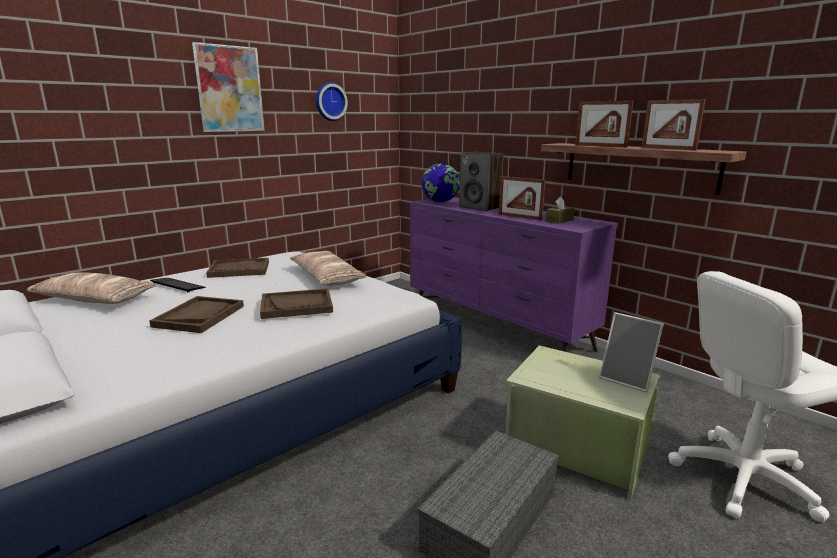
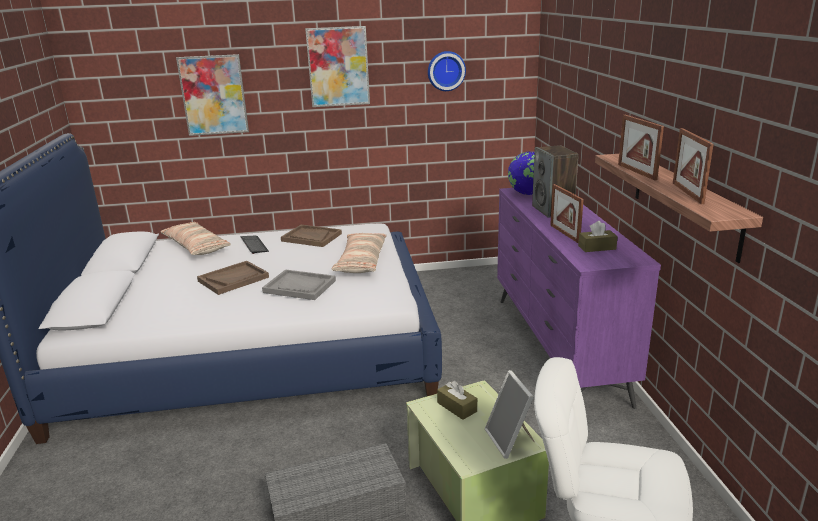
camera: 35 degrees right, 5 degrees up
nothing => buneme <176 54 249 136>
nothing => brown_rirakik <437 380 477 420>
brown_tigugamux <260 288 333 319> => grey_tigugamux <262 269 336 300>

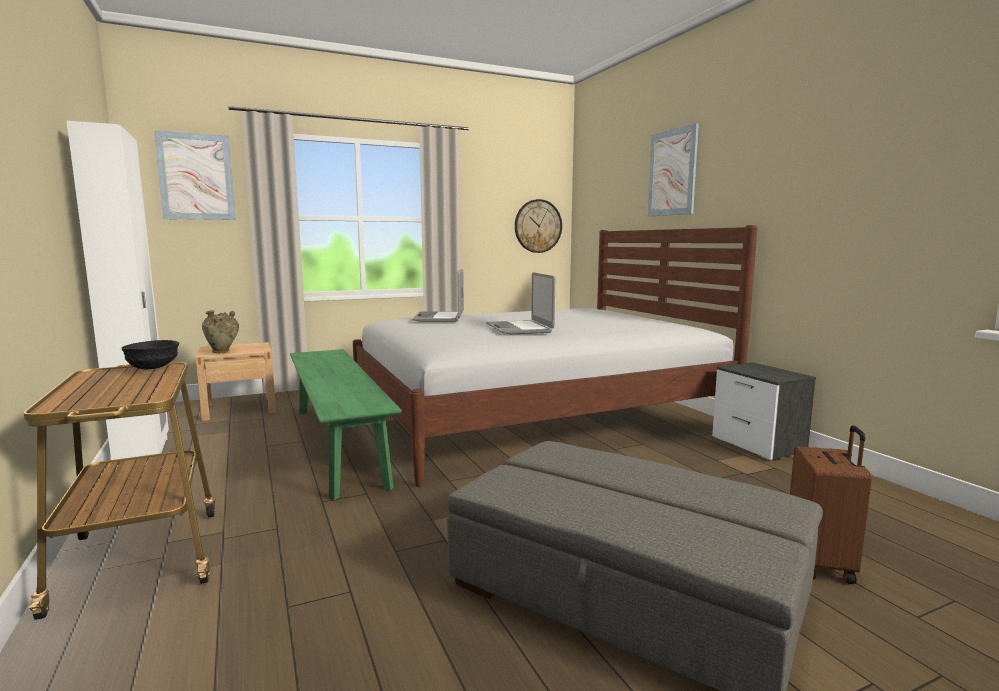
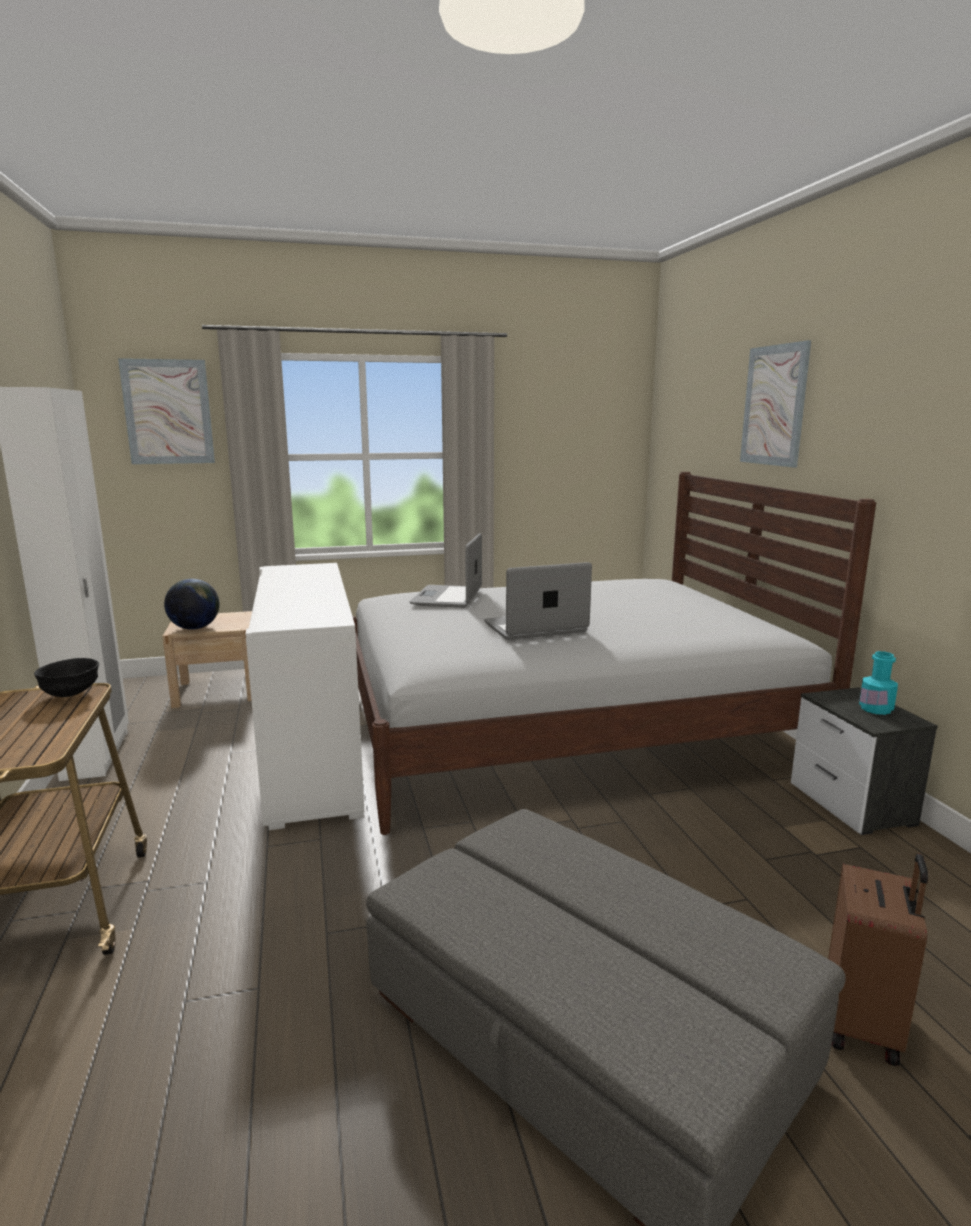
camera: 10 degrees right, 5 degrees up
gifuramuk <515 199 562 253> => nothing
nothing => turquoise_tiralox <859 651 898 715>
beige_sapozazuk <202 310 239 353> => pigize <164 579 220 630>
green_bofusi <290 349 401 500> => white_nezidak <245 563 365 830>
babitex <486 272 555 334> => babitex <484 562 592 640>, 75 degrees clockwise

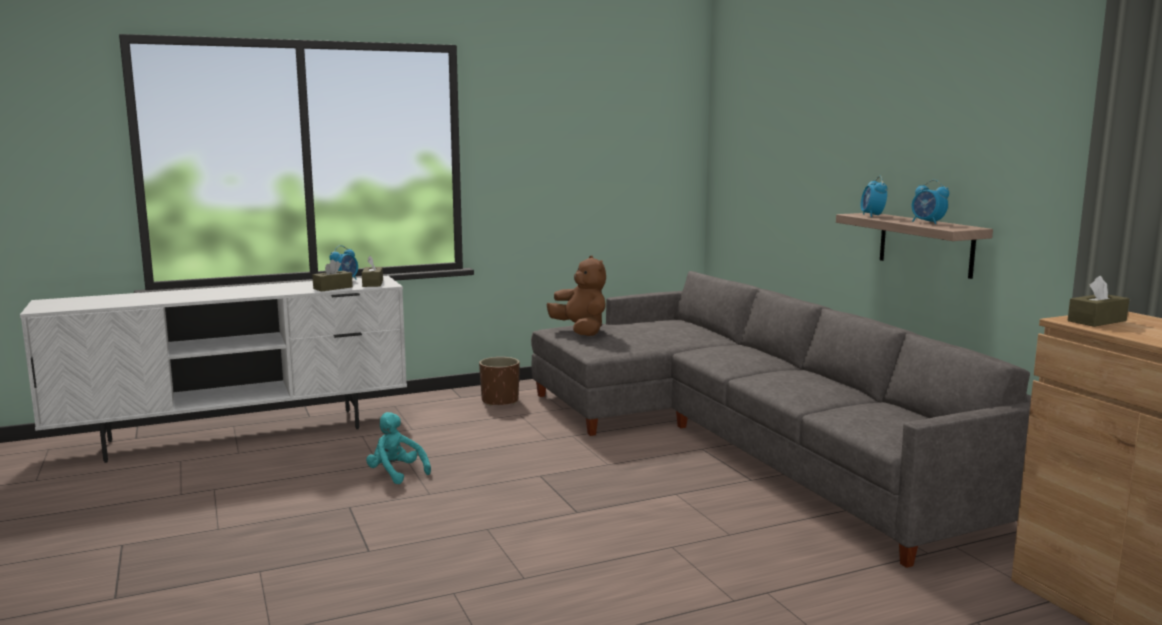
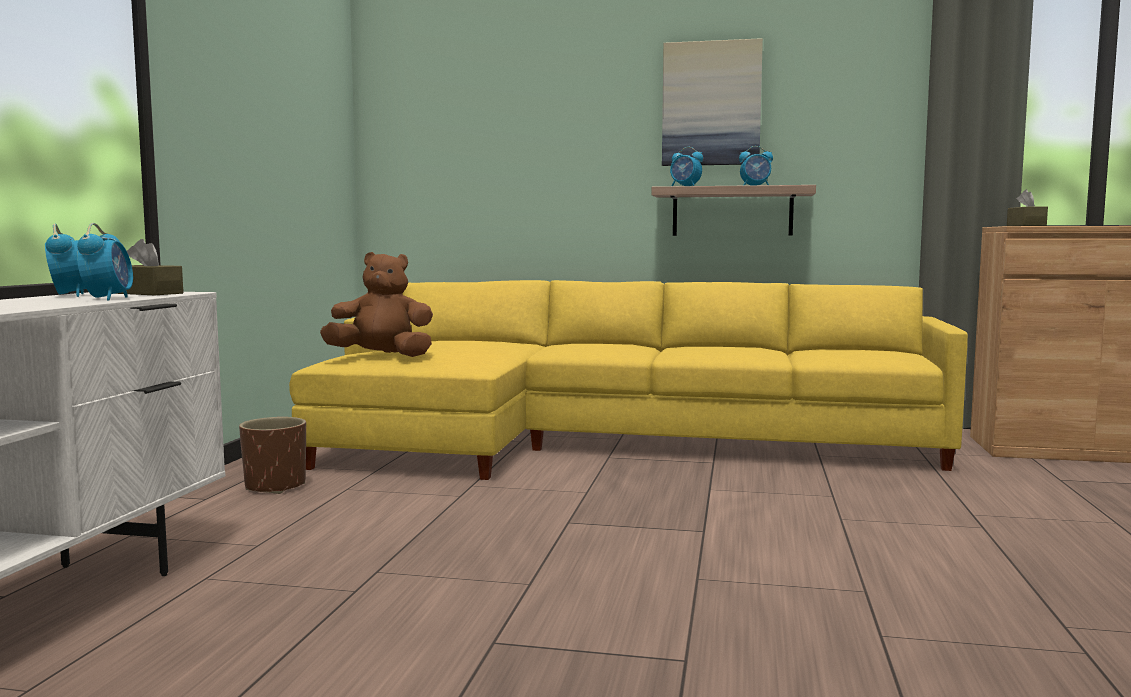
camera: 55 degrees left, 5 degrees down
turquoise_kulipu <366 412 431 484> => nothing
nothing => buneme <662 38 763 166>
brown_rirakik <312 259 353 292> => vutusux <77 223 133 301>
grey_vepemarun <531 271 1031 568> => yellow_vepemarun <289 280 968 480>

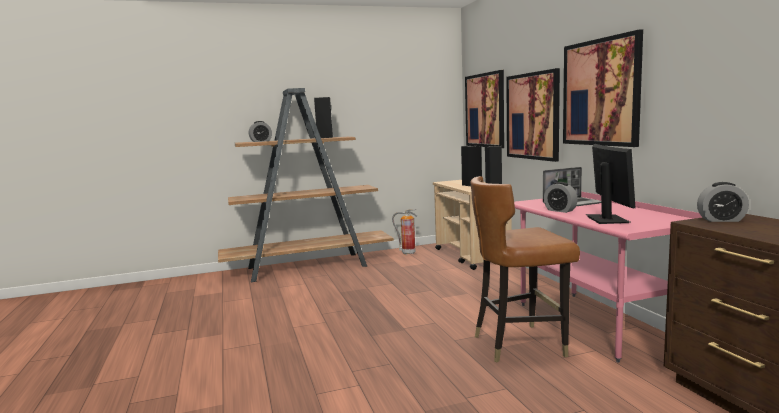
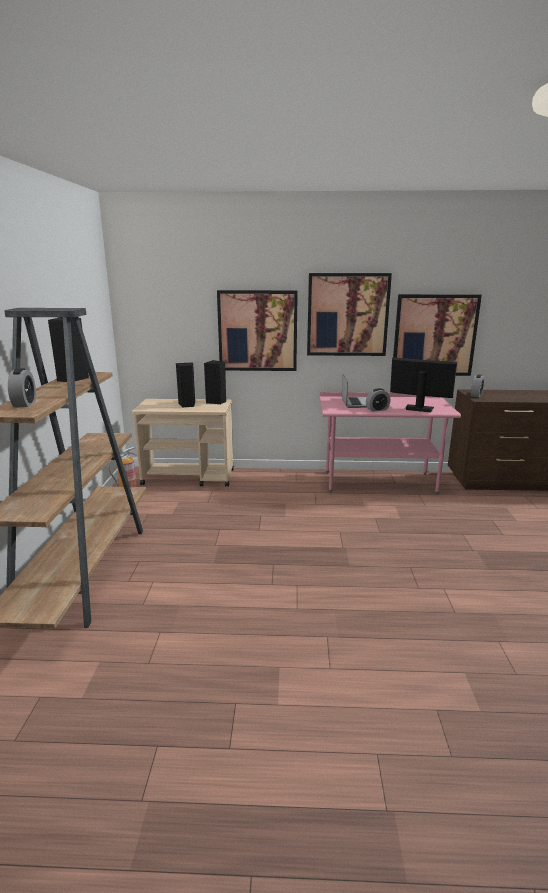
camera: 70 degrees left, 10 degrees up
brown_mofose <470 176 580 362> => nothing
buneme <465 70 504 148> => buneme <393 294 482 376>, shifted

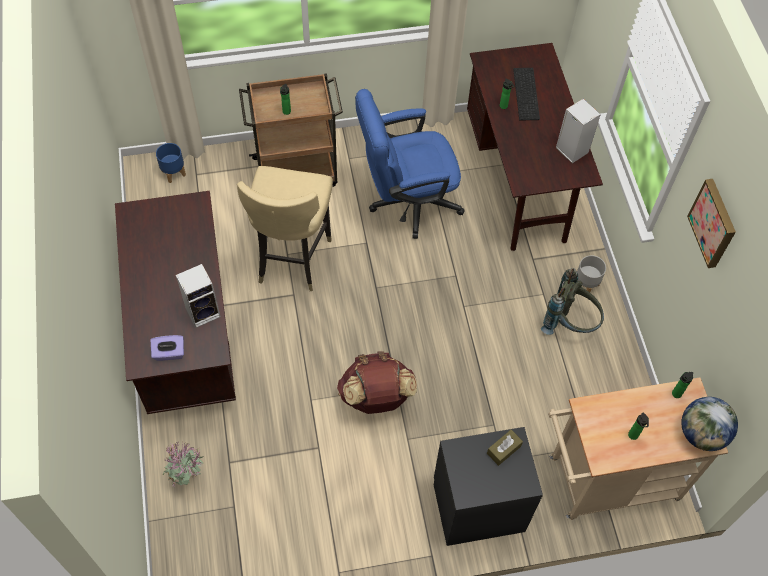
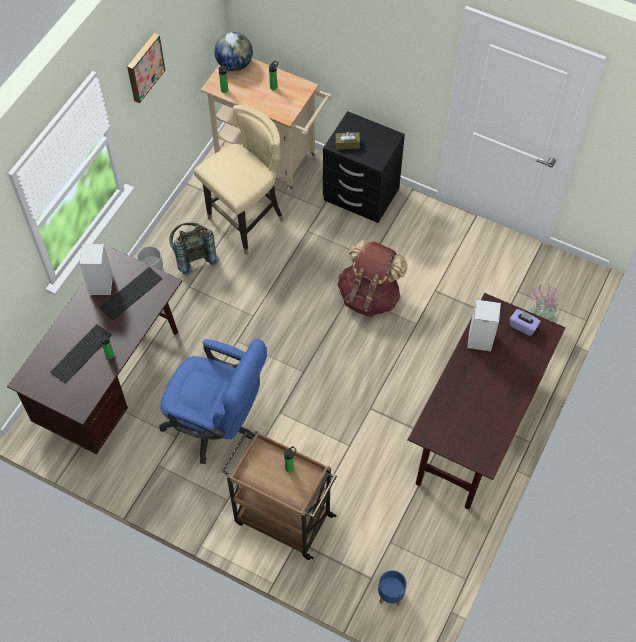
camera: 140 degrees left, 0 degrees up
nothing => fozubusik <100 267 162 320>
beige_mofose <237 166 333 291> => beige_mofose <194 105 284 255>, shifted

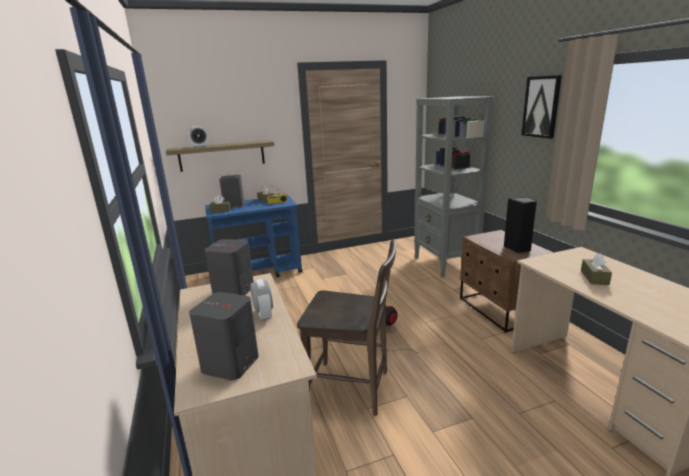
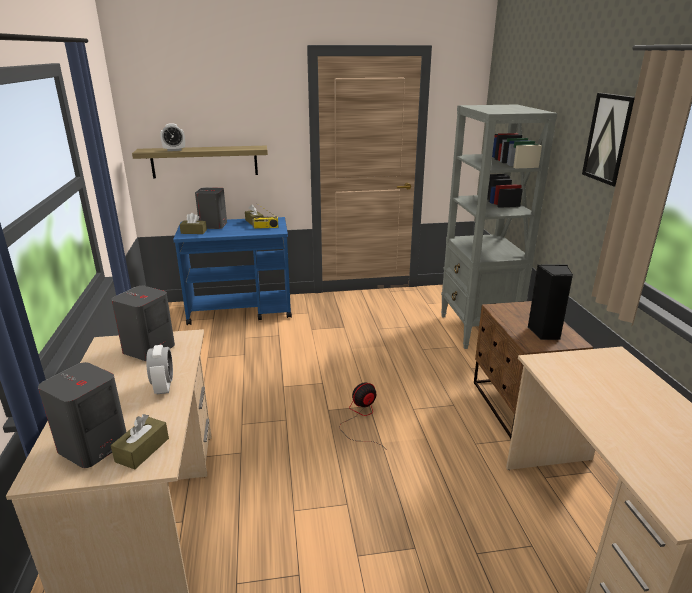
camera: 10 degrees right, 5 degrees up
brown_mofose <297 239 396 416> => nothing
brown_rirakik <581 253 612 285> => brown_rirakik <111 414 169 470>, shifted

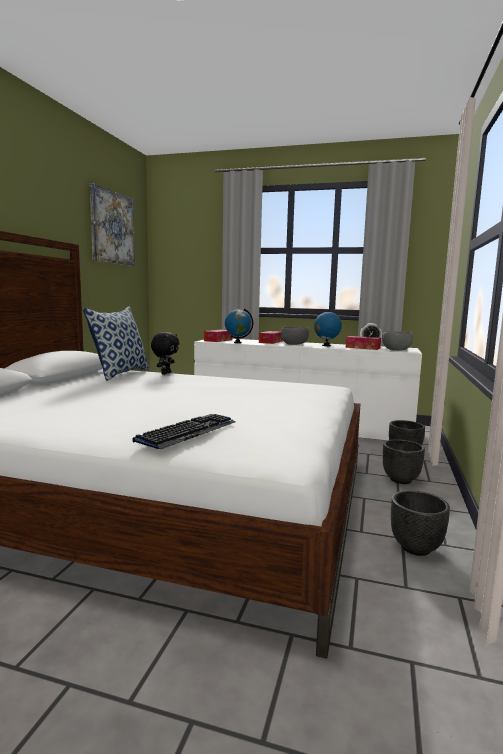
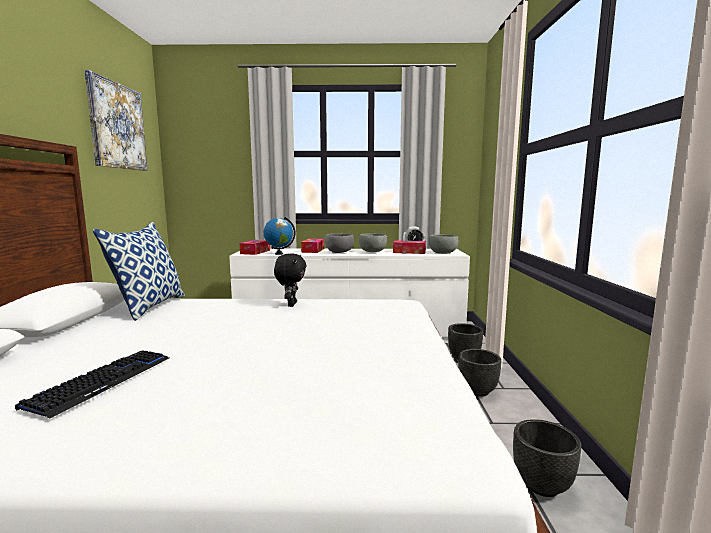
camera: 15 degrees left, 0 degrees up
fozubusik <132 414 235 450> => fozubusik <15 350 169 419>, shifted
black_kulipu <151 332 179 375> => black_kulipu <274 253 307 307>, shifted
pigize <314 311 342 346> => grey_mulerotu <359 233 388 252>

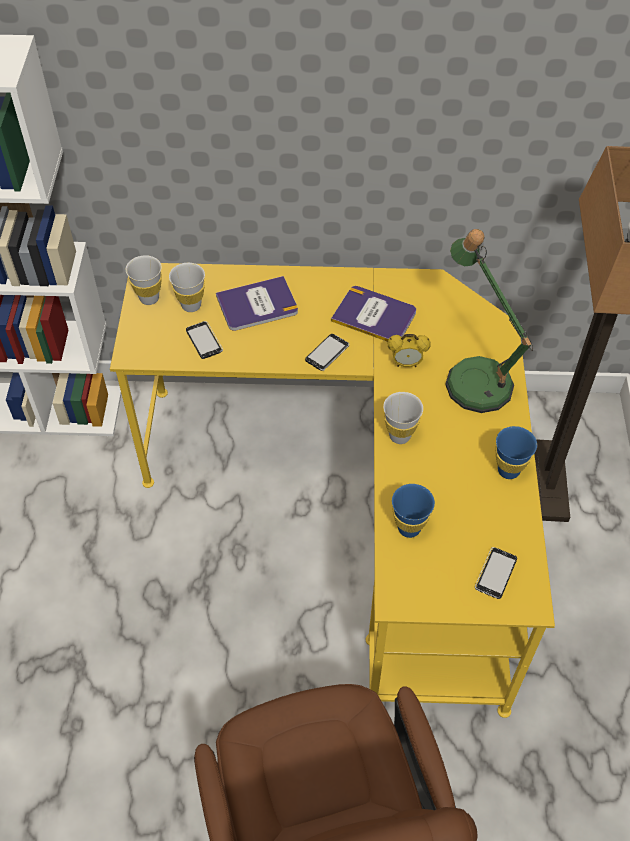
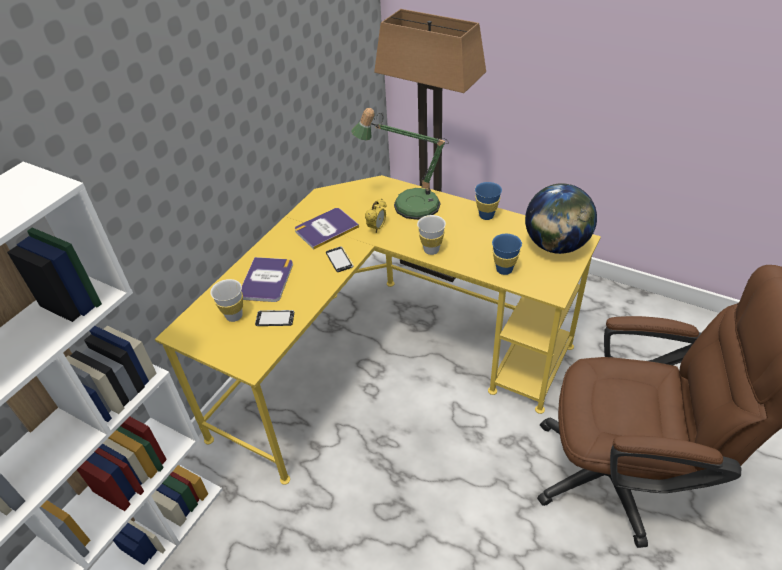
camera: 60 degrees left, 10 degrees down
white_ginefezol <126 255 162 305> => nothing
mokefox <475 547 517 599> => pigize <525 183 597 254>

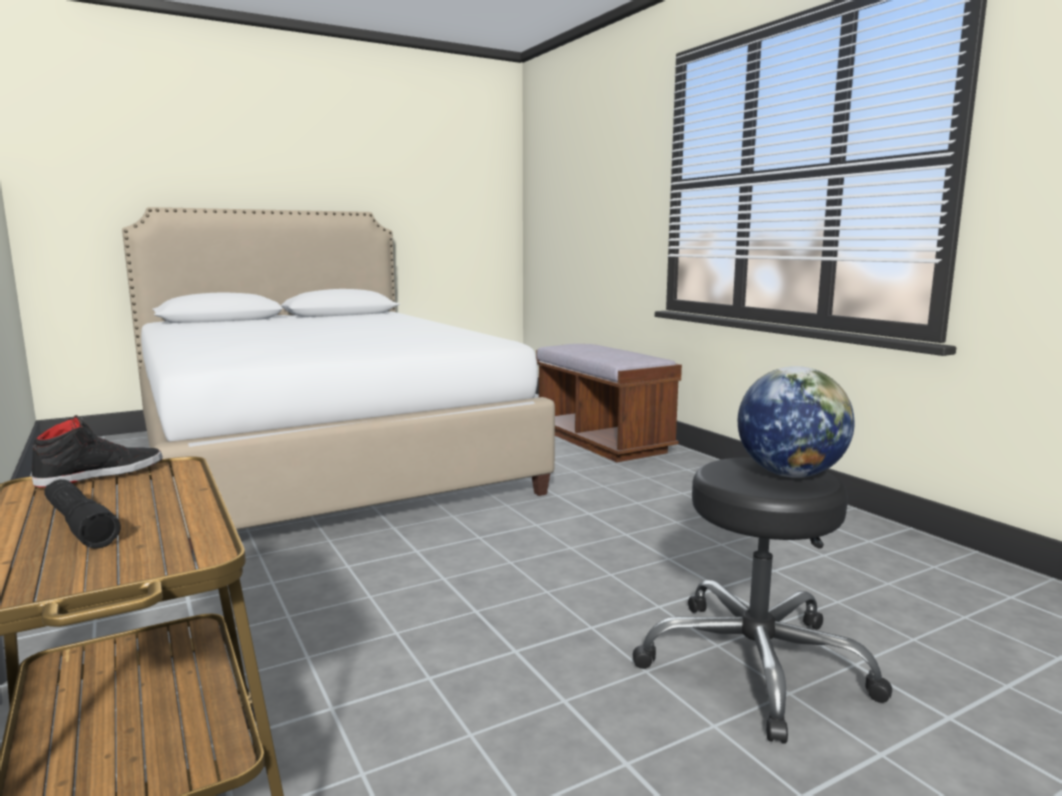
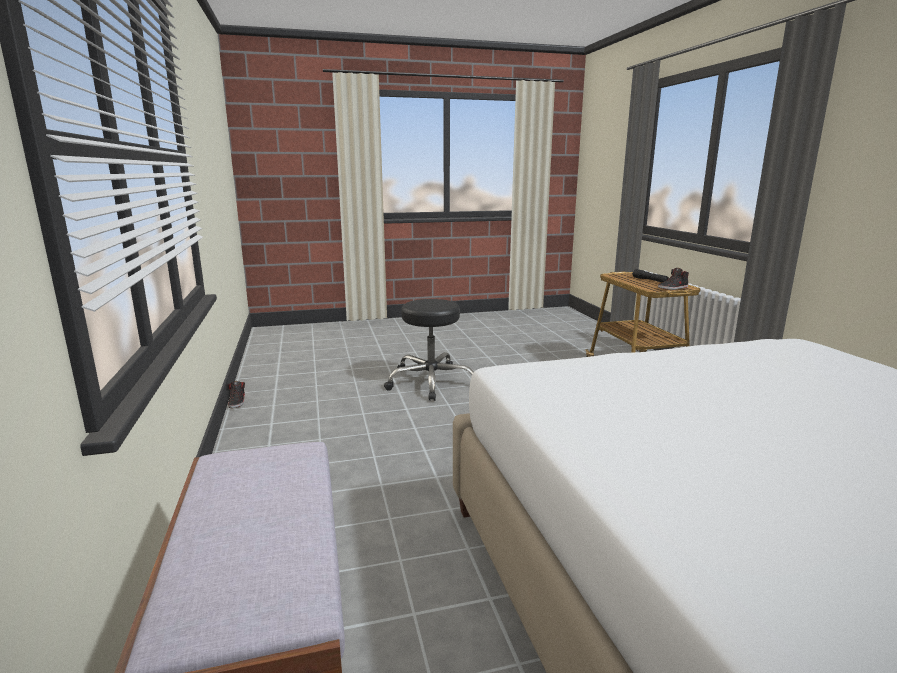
camera: 165 degrees left, 5 degrees up
pigize <738 366 854 478> => nothing
nothing => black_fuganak <227 381 245 408>

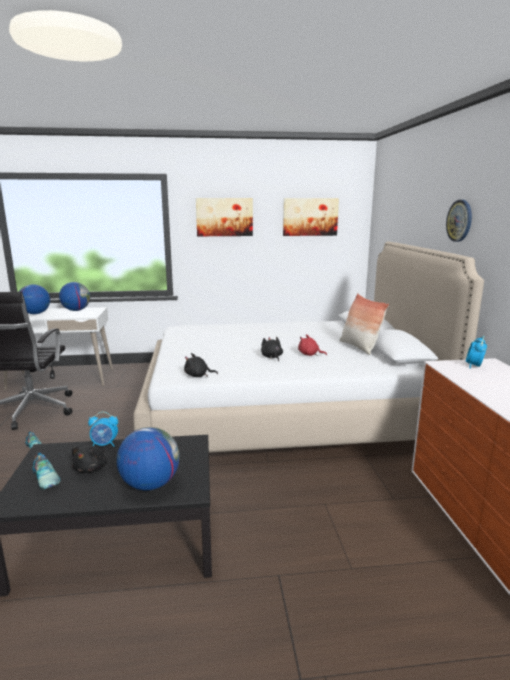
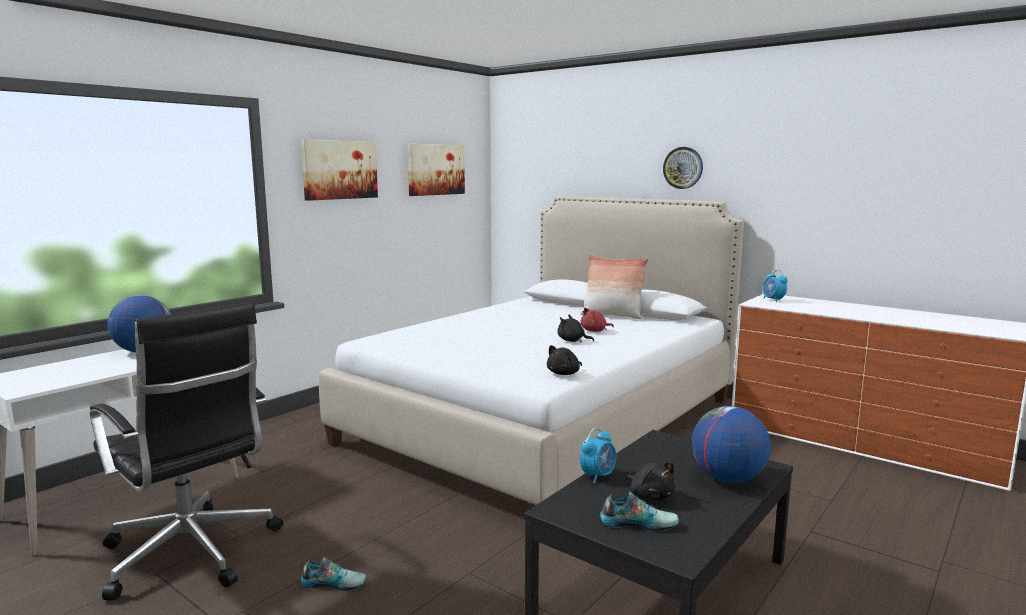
camera: 45 degrees left, 5 degrees down
pigize <19 284 50 314> => nothing

